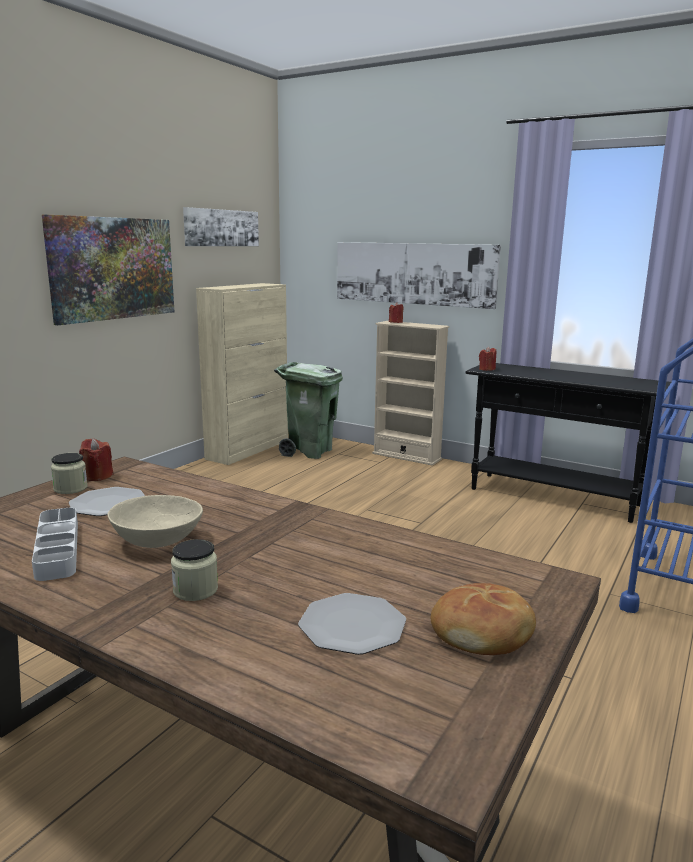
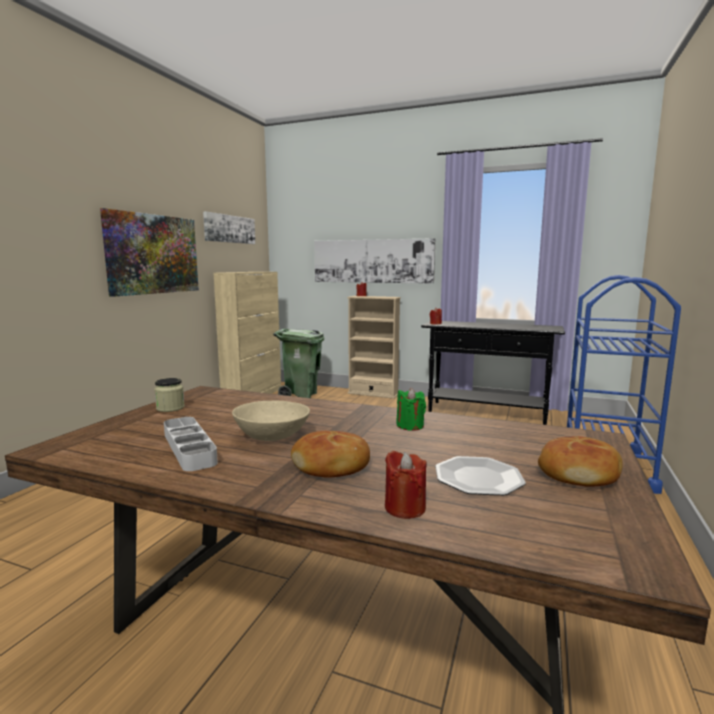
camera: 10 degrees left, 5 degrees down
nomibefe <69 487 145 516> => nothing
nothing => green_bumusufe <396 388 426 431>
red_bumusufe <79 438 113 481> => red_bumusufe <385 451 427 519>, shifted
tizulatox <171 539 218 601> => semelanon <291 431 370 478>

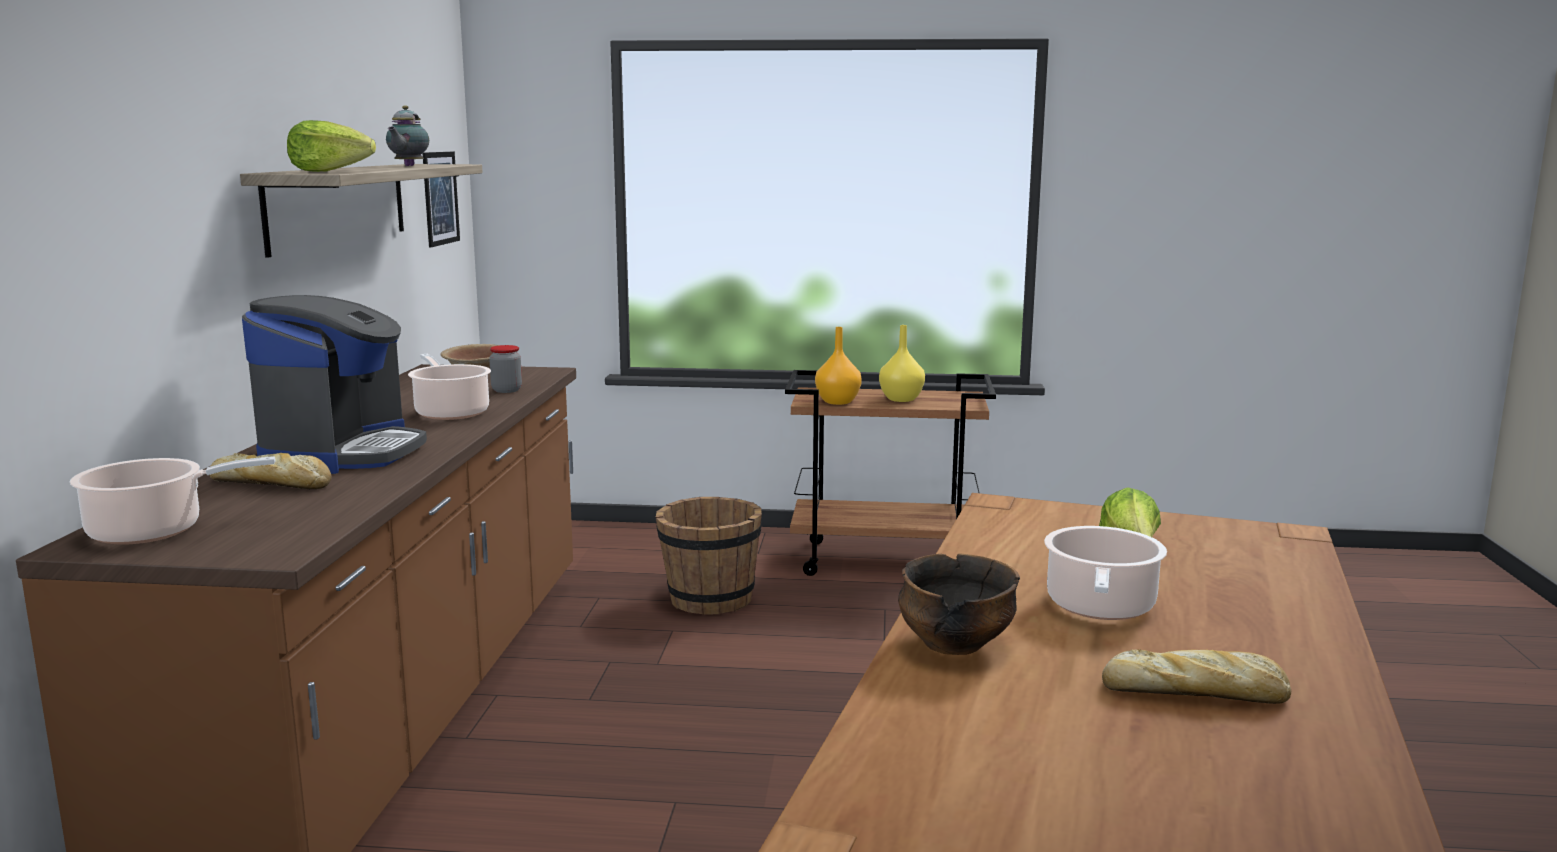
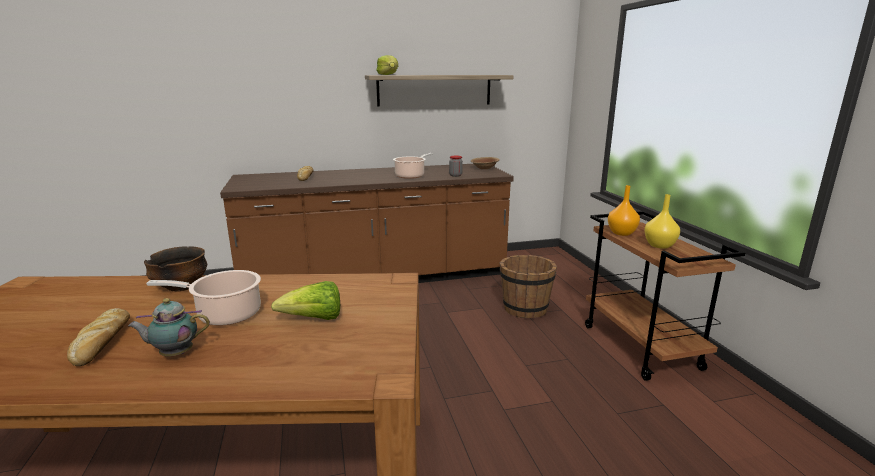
camera: 70 degrees right, 5 degrees up
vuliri <70 456 276 544> => nothing
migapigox <242 295 427 474> => nothing
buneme <422 152 460 247> => nothing
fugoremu <386 105 429 166> => fugoremu <128 298 210 356>, shifted

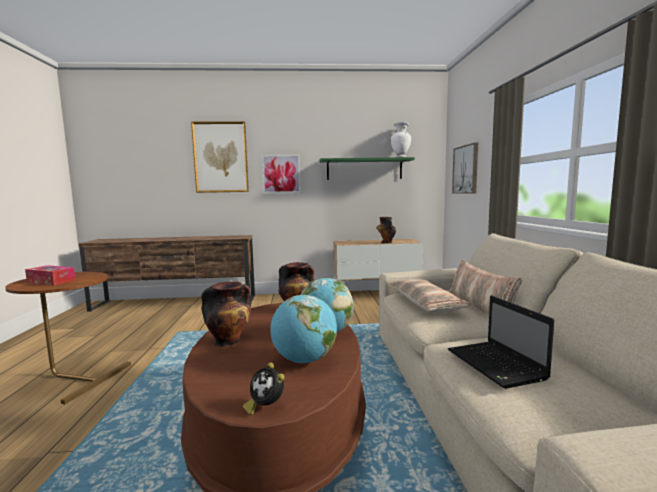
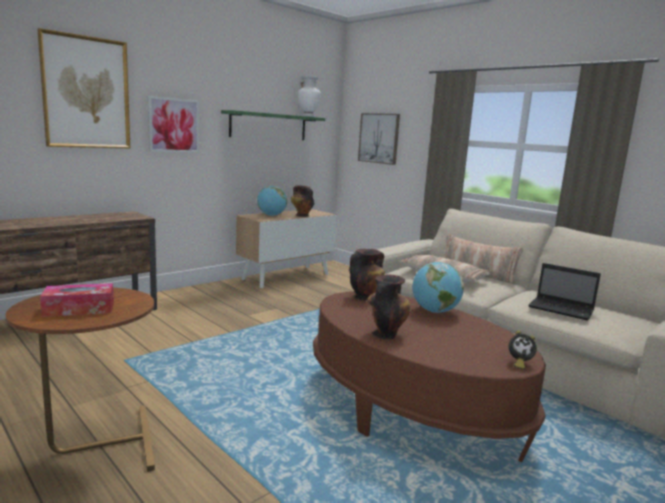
camera: 40 degrees left, 5 degrees up
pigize <270 295 337 363> => pigize <257 186 287 216>, shifted

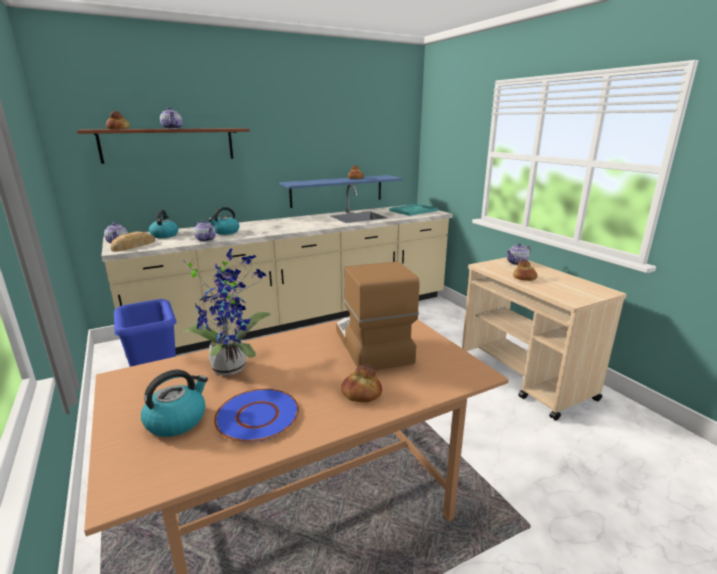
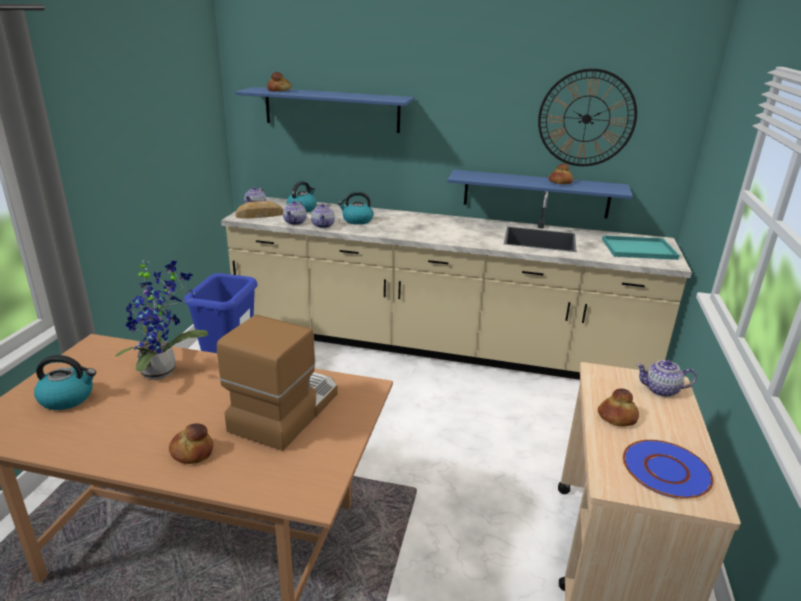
camera: 40 degrees right, 5 degrees up
nothing => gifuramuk <538 69 637 166>
fugoremu <160 107 182 129> => fugoremu <283 201 307 225>, shifted
blue_nomibefe <214 389 299 443> => blue_nomibefe <623 440 714 499>, shifted
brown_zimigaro <77 128 250 164> => blue_zimigaro <235 87 414 133>

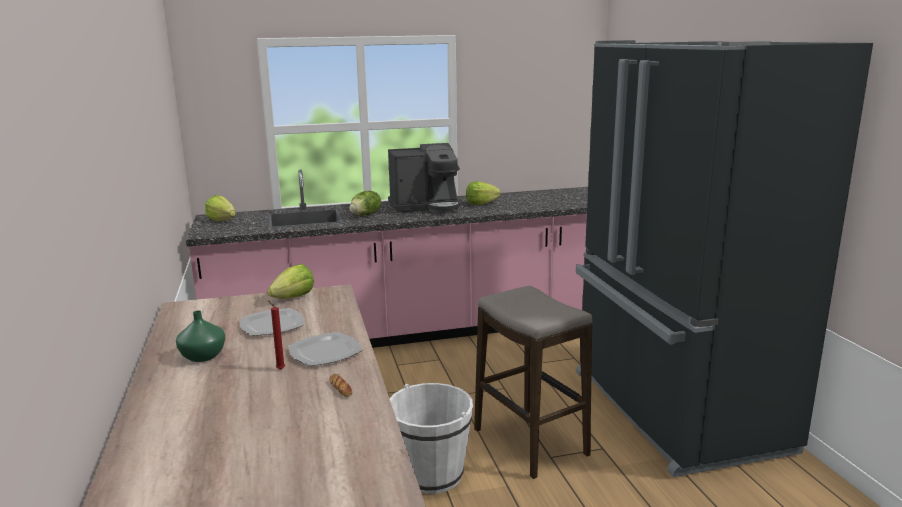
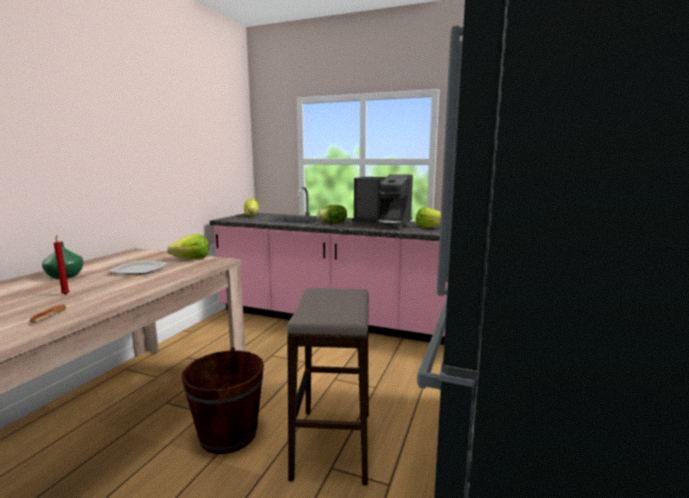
camera: 35 degrees right, 5 degrees down
nomibefe <288 332 362 366> => nothing
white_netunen <390 383 473 494> => brown_netunen <182 347 264 454>

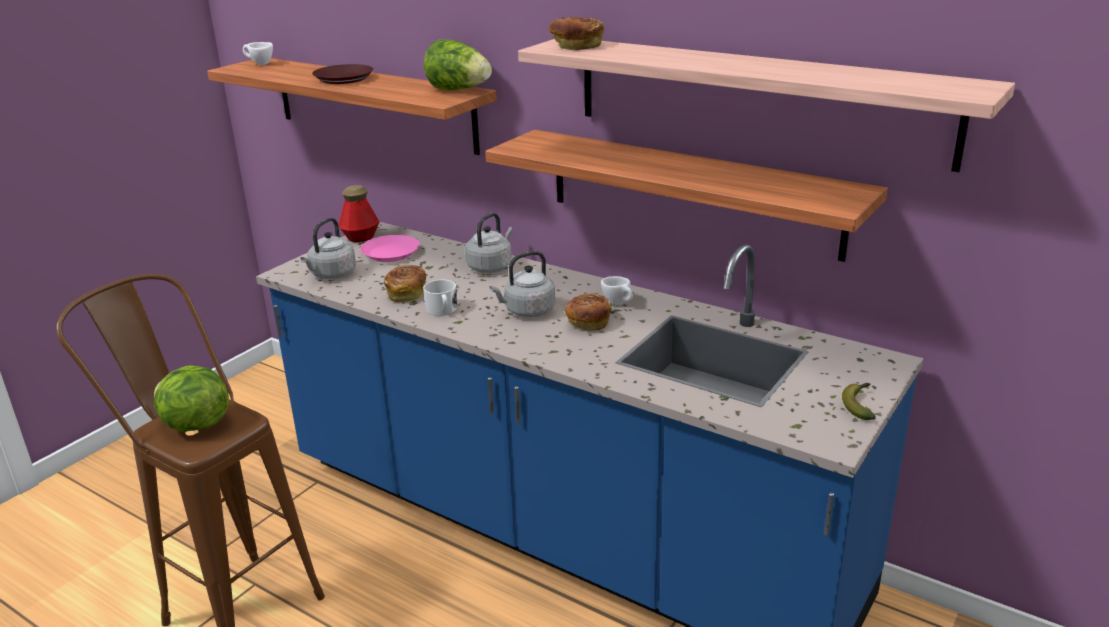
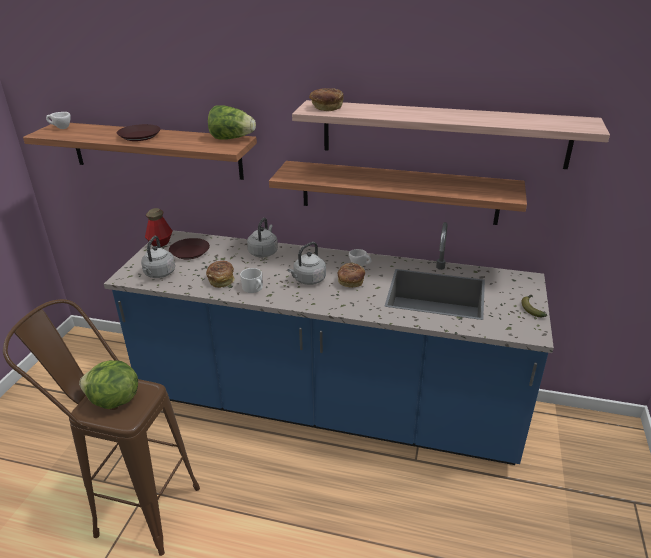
camera: 20 degrees left, 5 degrees up
pink_nomibefe <360 235 420 262> => brown_nomibefe <169 238 210 259>

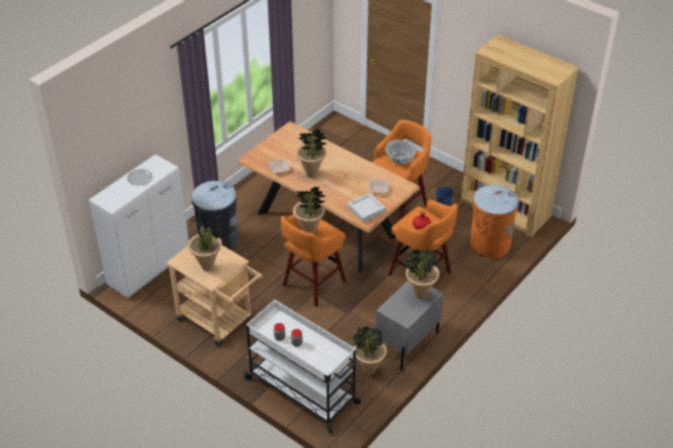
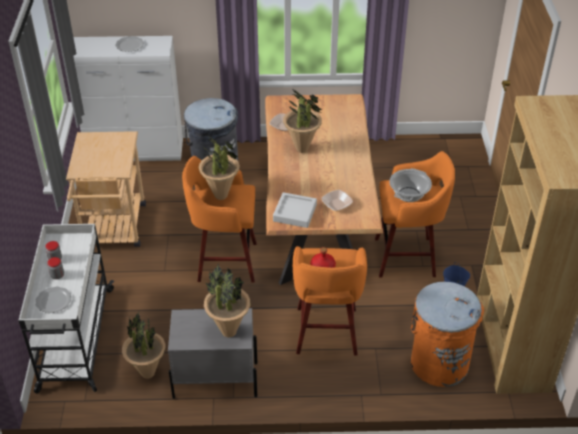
camera: 50 degrees right, 0 degrees up
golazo <188 221 222 271> => nothing
nothing => nomibefe <36 287 71 313>

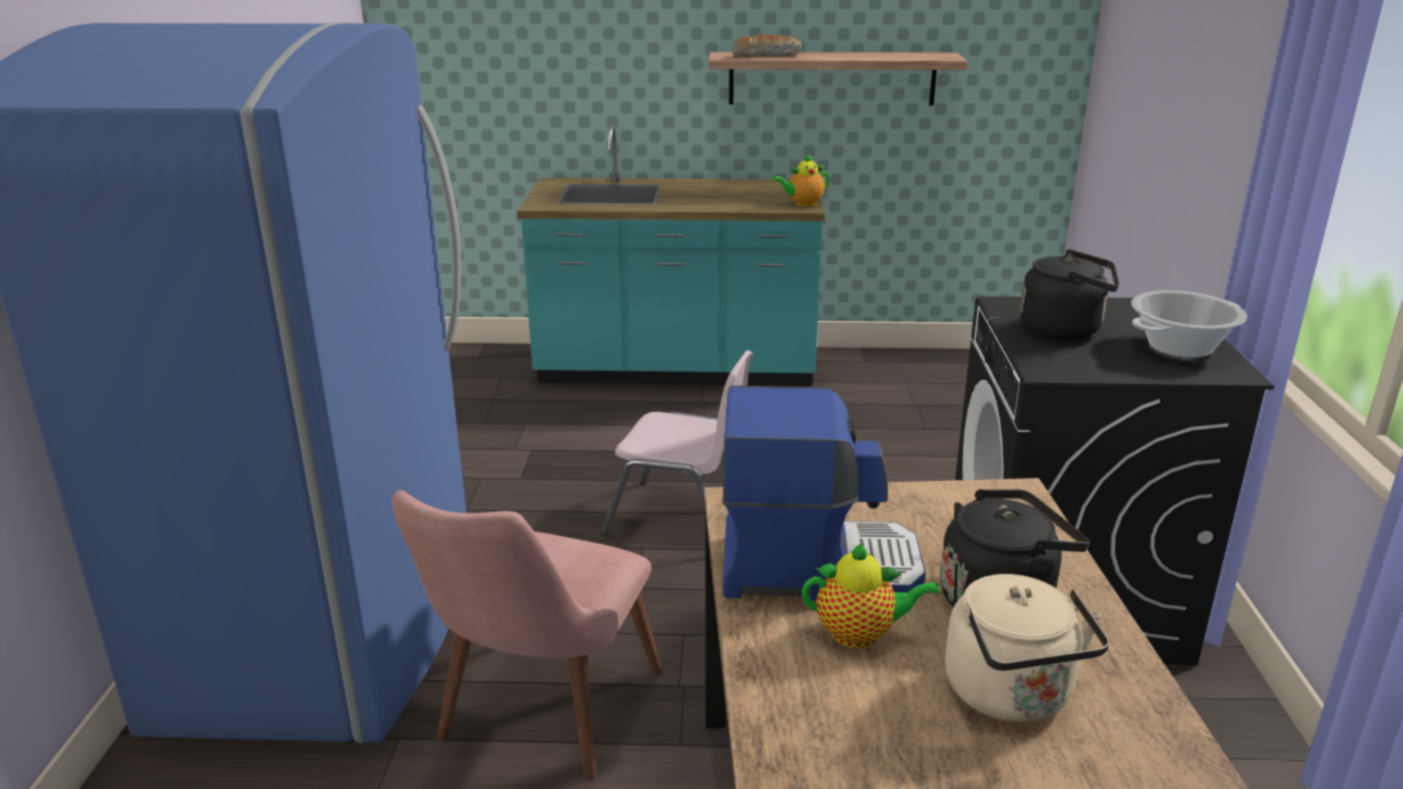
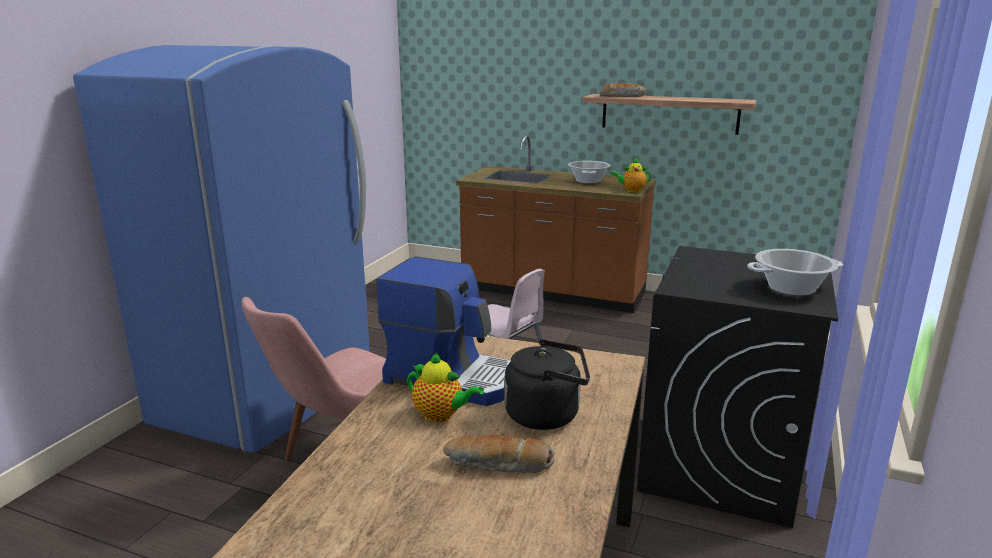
camera: 20 degrees right, 5 degrees down
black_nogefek <1020 249 1119 340> => nothing
nothing => vuliri <568 161 611 184>
beige_nogefek <945 574 1110 722> => semelanon <443 435 554 473>
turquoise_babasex <517 125 825 386> => brown_babasex <456 135 656 313>

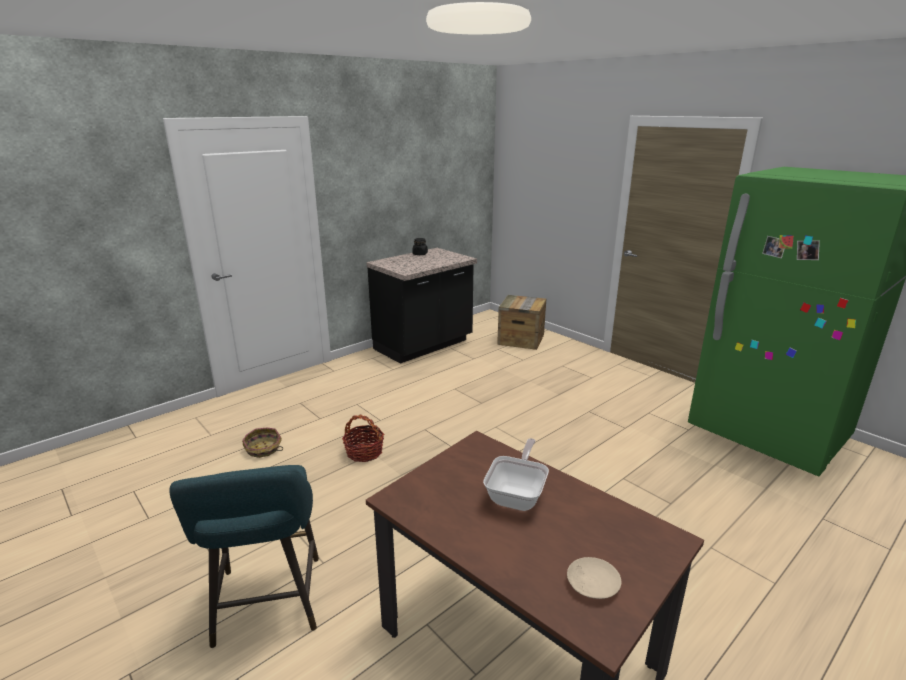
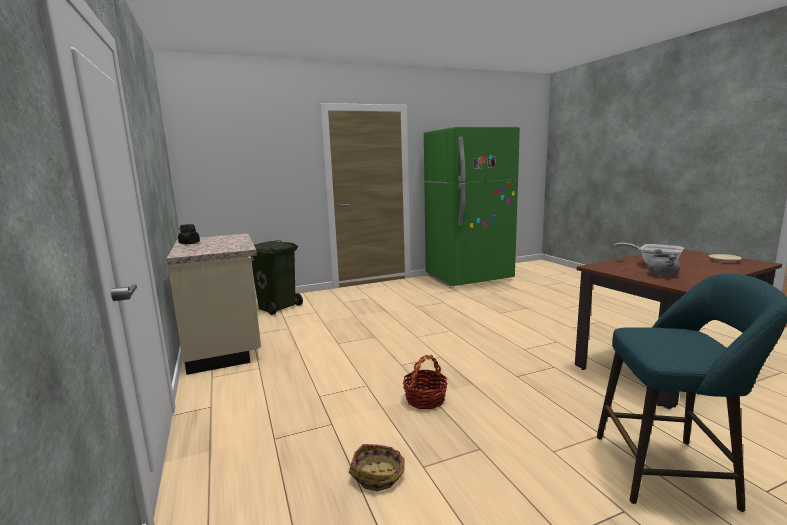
camera: 70 degrees left, 10 degrees down
nothing => grey_vuliri <647 249 680 276>
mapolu <497 295 546 350> => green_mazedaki <251 240 303 315>
black_babasex <366 248 477 364> => beige_babasex <167 233 261 375>

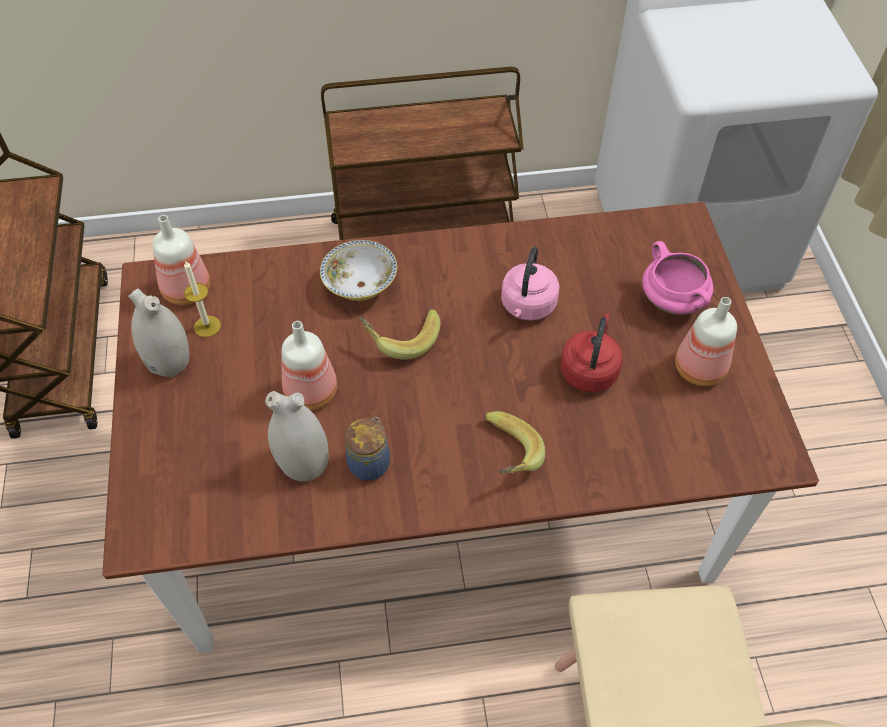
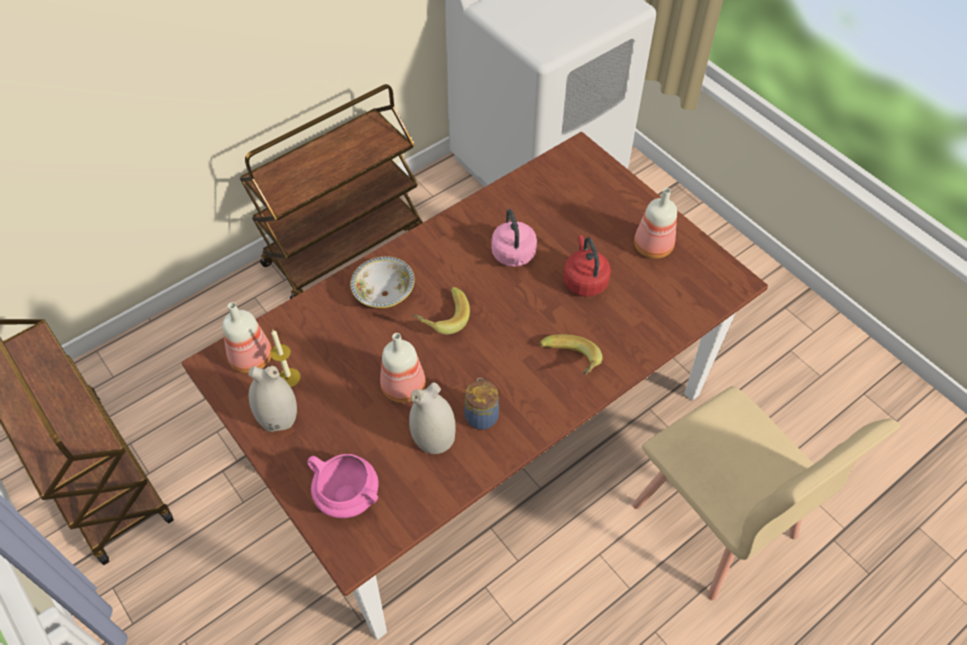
camera: 30 degrees left, 0 degrees up
pink_vuliri <642 241 713 315> => pink_vuliri <307 454 379 518>, shifted

